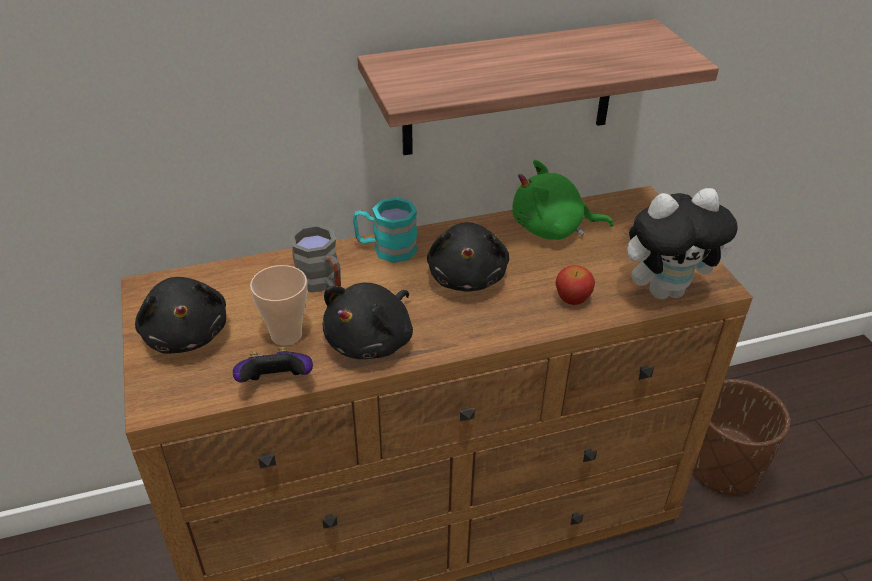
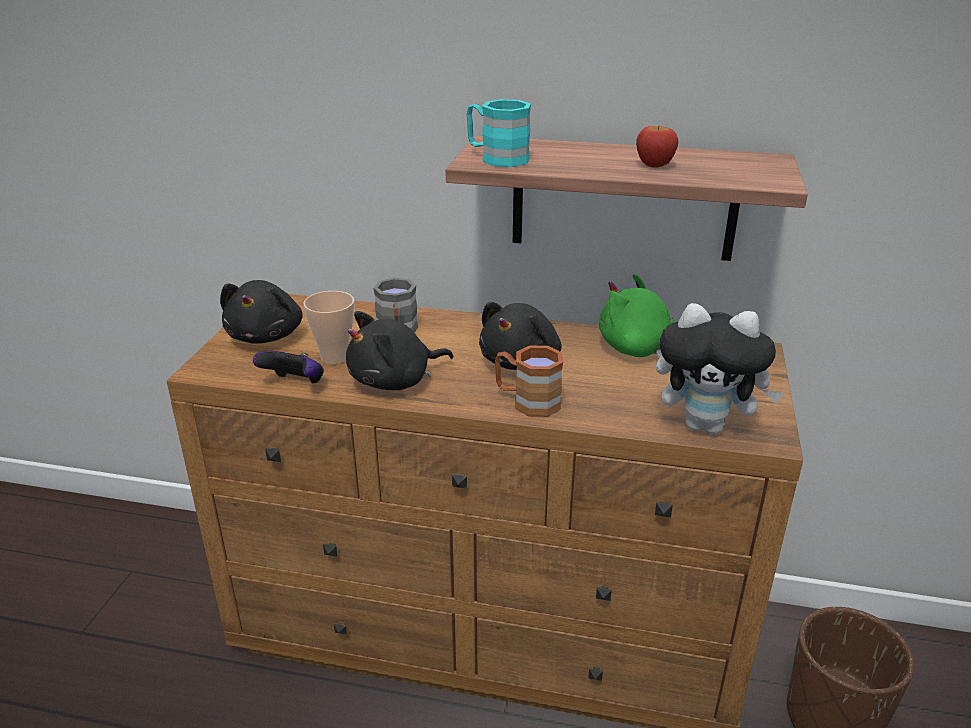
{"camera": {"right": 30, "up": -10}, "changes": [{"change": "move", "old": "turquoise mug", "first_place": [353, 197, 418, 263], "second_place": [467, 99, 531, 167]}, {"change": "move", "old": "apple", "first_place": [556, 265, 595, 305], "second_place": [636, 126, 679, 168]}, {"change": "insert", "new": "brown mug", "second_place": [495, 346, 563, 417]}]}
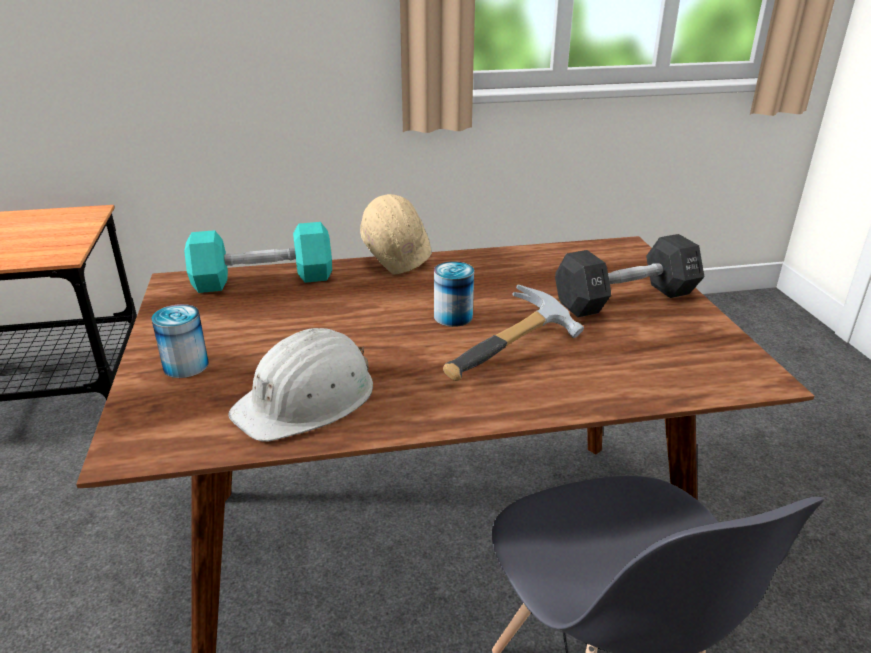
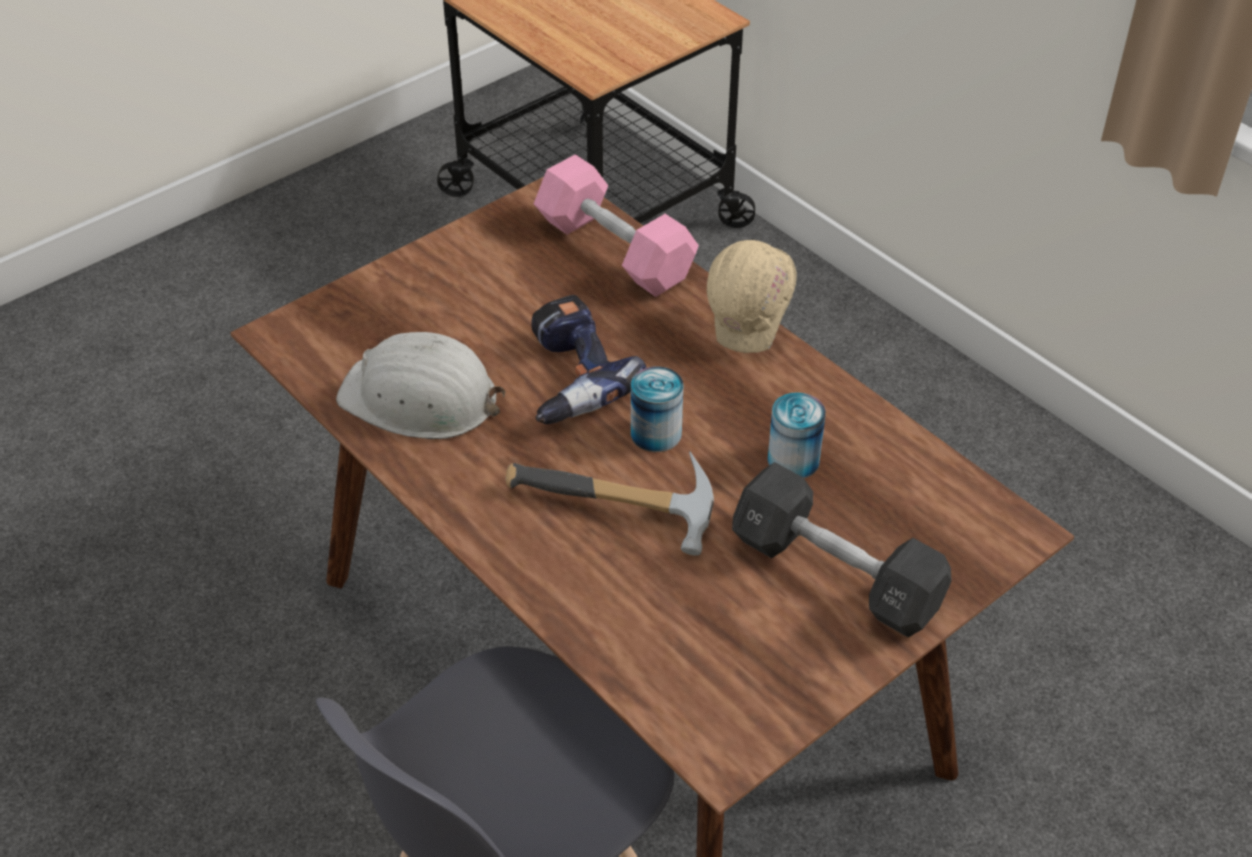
{"camera": {"right": 60, "up": 15}, "changes": [{"change": "recolor", "old": "turquoise dumbbell", "new": "pink dumbbell", "first_place": [184, 222, 332, 293], "second_place": [534, 154, 699, 297]}, {"change": "move", "old": "can", "first_place": [151, 304, 209, 378], "second_place": [768, 392, 826, 478]}, {"change": "insert", "new": "power drill", "second_place": [531, 295, 646, 424]}]}
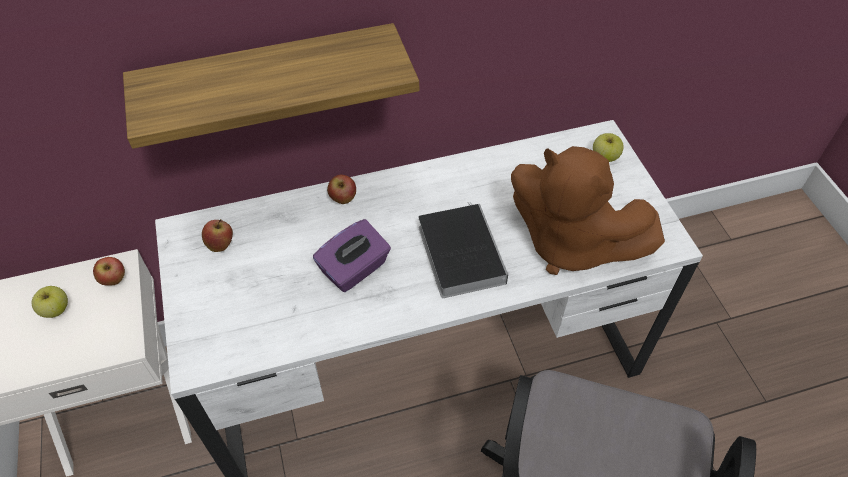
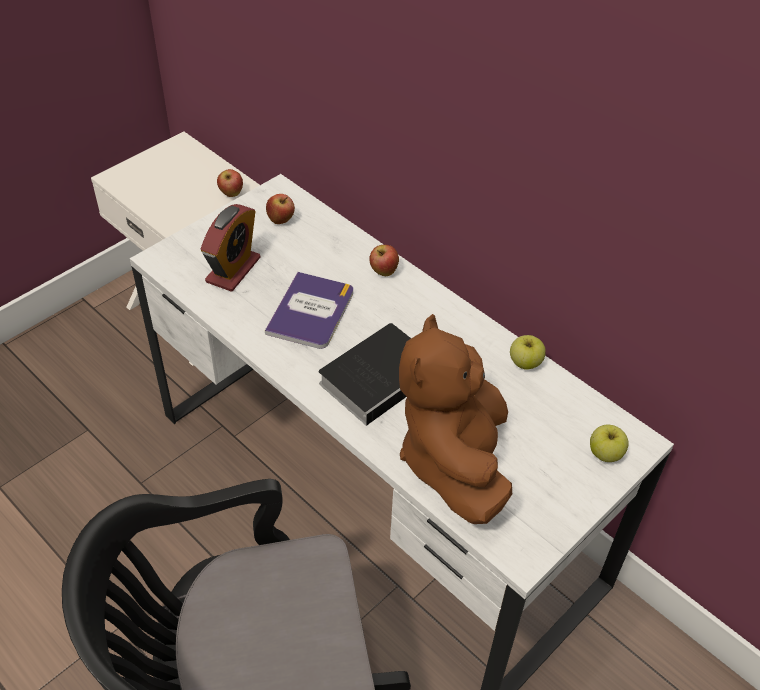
{"camera": {"right": 60, "up": -5}, "changes": [{"change": "delete", "old": "shelf", "first_place": [123, 23, 419, 149]}, {"change": "replace", "old": "purple tissue box", "new": "book", "first_place": [313, 219, 391, 292], "second_place": [265, 272, 353, 349]}, {"change": "move", "old": "apple", "first_place": [32, 286, 68, 318], "second_place": [510, 335, 546, 370]}, {"change": "insert", "new": "alarm clock", "second_place": [201, 204, 261, 292]}]}
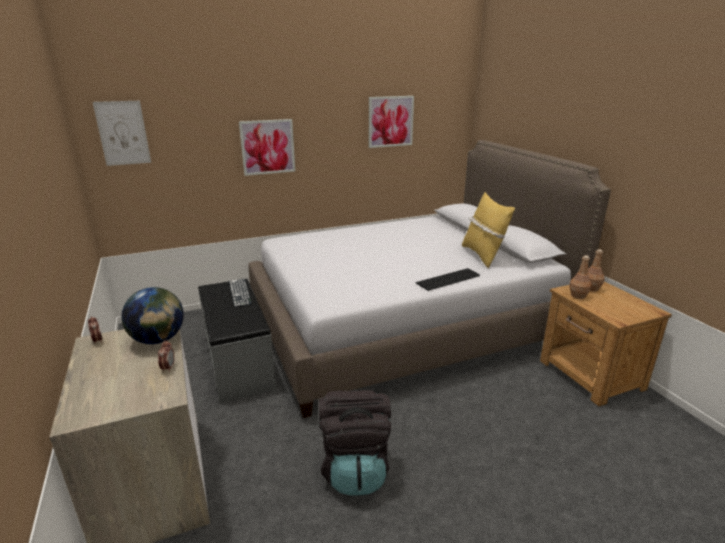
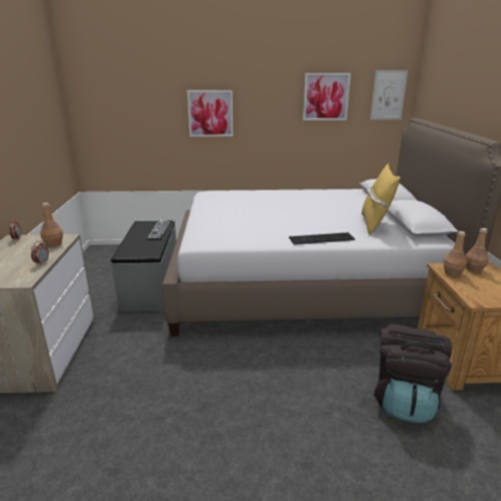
{"camera": {"right": 20, "up": 0}, "changes": [{"change": "move", "old": "picture", "first_place": [93, 101, 151, 166], "second_place": [370, 70, 408, 120]}, {"change": "replace", "old": "globe", "new": "brown bottle", "first_place": [122, 287, 184, 344], "second_place": [40, 203, 63, 247]}, {"change": "move", "old": "black backpack", "first_place": [318, 390, 391, 496], "second_place": [374, 324, 452, 423]}]}
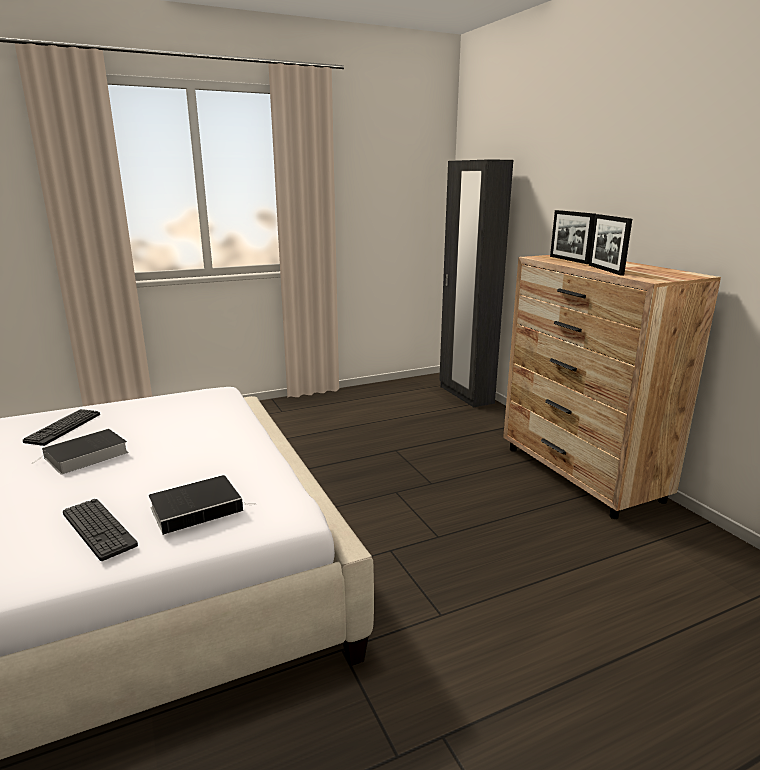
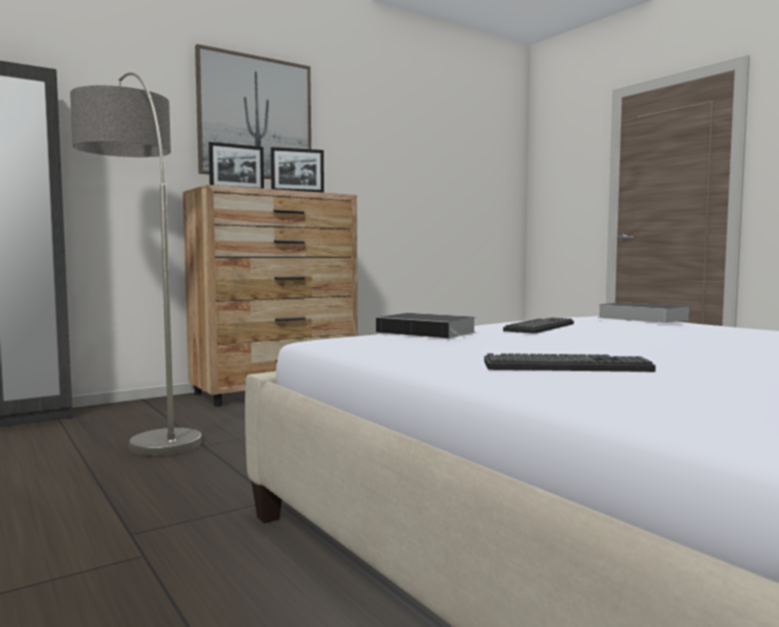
{"camera": {"right": -100, "up": -15}, "changes": [{"change": "move", "old": "book", "first_place": [33, 429, 128, 474], "second_place": [376, 313, 476, 339]}, {"change": "move", "old": "keyboard", "first_place": [63, 499, 138, 561], "second_place": [503, 317, 574, 334]}, {"change": "insert", "new": "picture", "second_place": [195, 44, 311, 179]}, {"change": "insert", "new": "floor lamp", "second_place": [70, 72, 202, 456]}]}
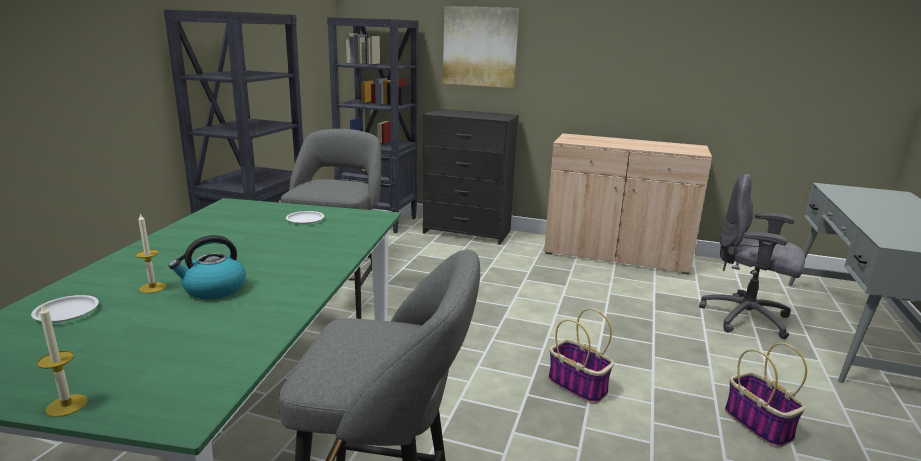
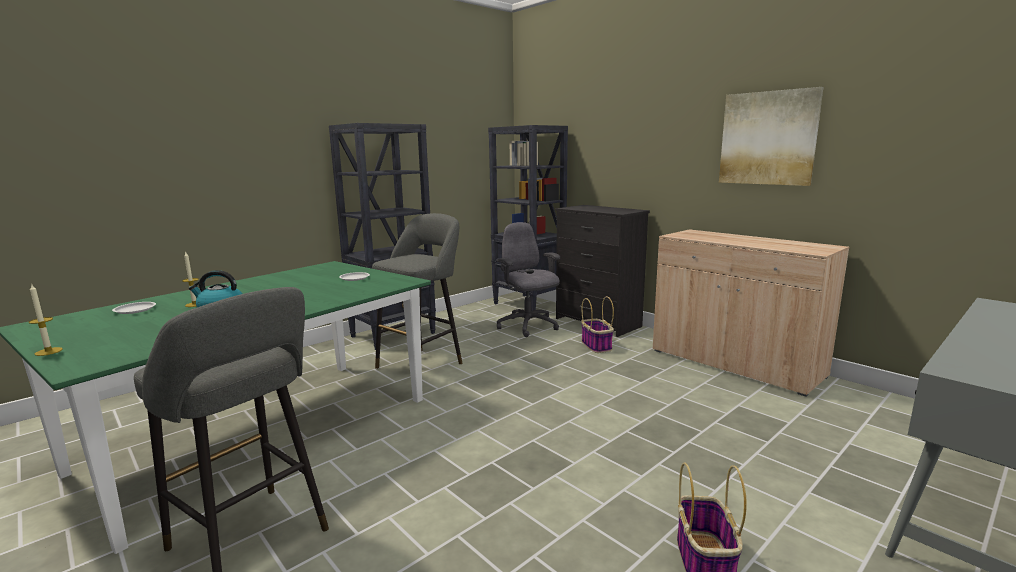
{"camera": {"right": 30, "up": -5}, "changes": [{"change": "move", "old": "picture", "first_place": [443, 6, 519, 88], "second_place": [719, 87, 823, 186]}, {"change": "move", "old": "grey office chair", "first_place": [699, 174, 805, 339], "second_place": [497, 222, 560, 337]}, {"change": "move", "old": "basket", "first_place": [548, 308, 614, 404], "second_place": [581, 296, 614, 353]}]}
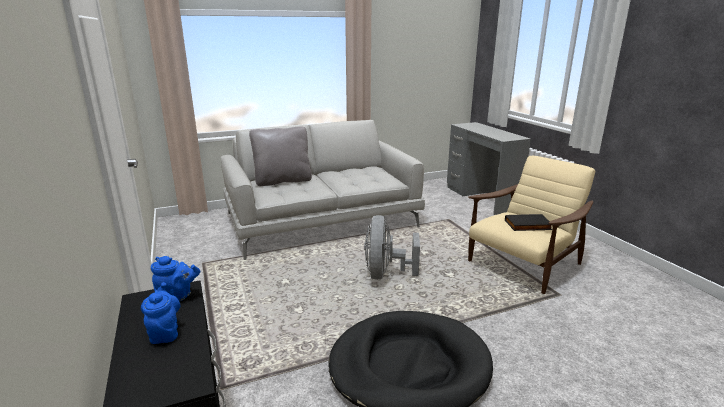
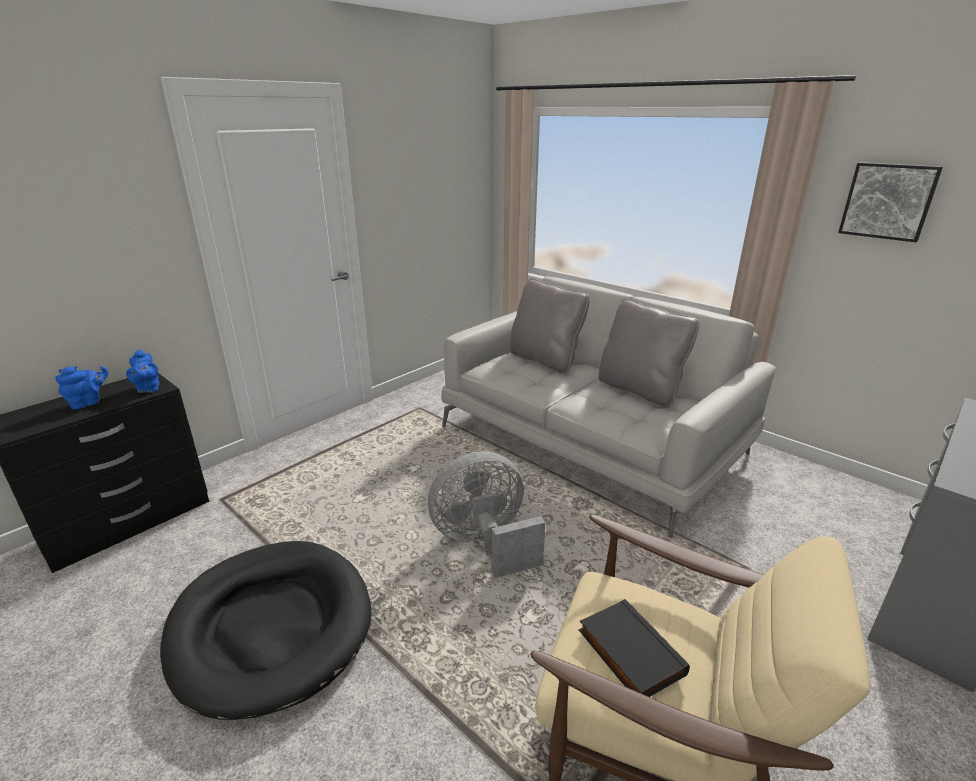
{"camera": {"right": 65, "up": 5}, "changes": [{"change": "insert", "new": "picture", "second_place": [838, 162, 943, 242]}, {"change": "insert", "new": "grey pillow", "second_place": [598, 299, 700, 408]}]}
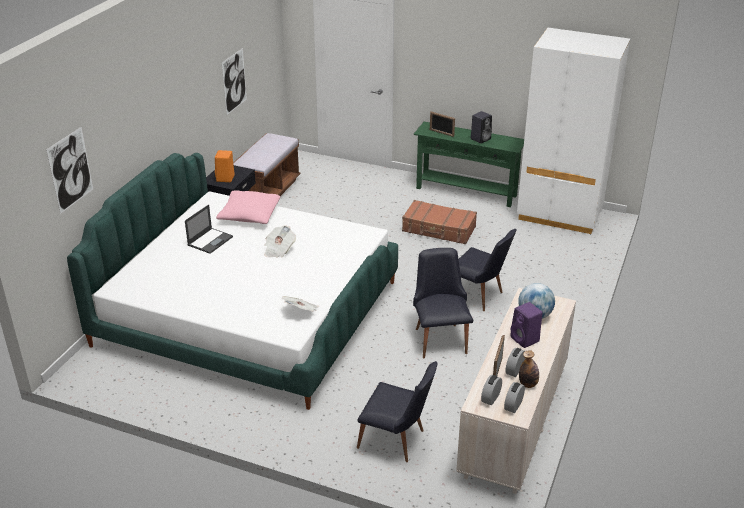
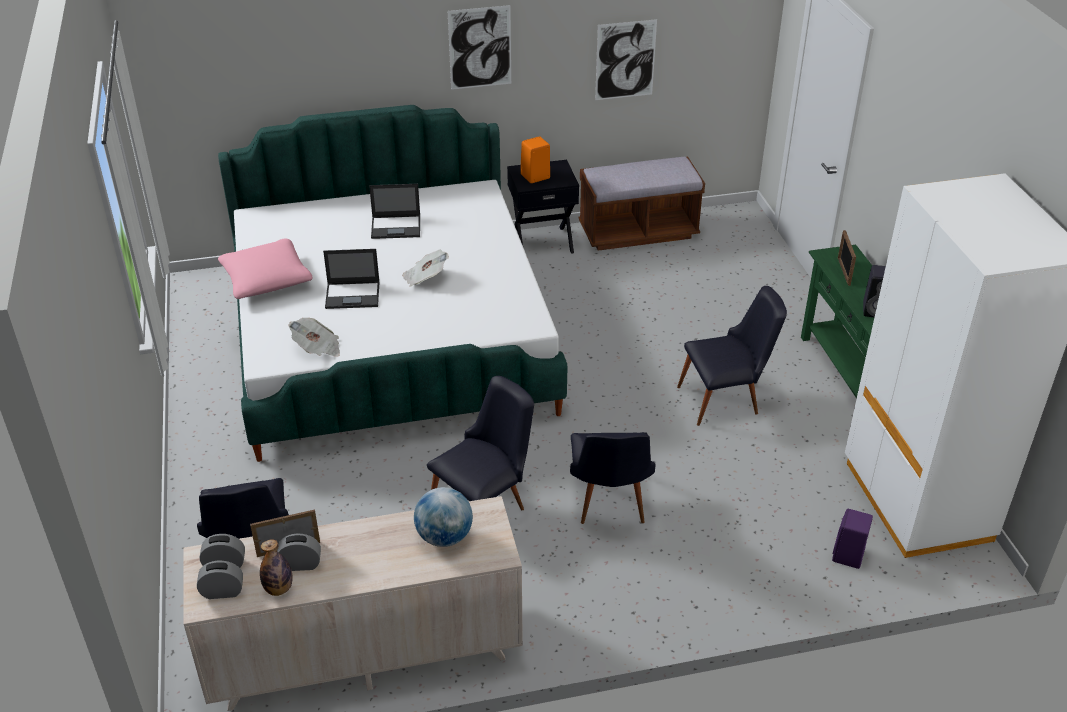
{"camera": {"right": 55, "up": 5}, "changes": [{"change": "move", "old": "picture", "first_place": [46, 127, 93, 214], "second_place": [448, 5, 511, 90]}, {"change": "move", "old": "pink pillow", "first_place": [216, 190, 280, 224], "second_place": [218, 239, 312, 299]}, {"change": "replace", "old": "brown suitcase", "new": "black chair", "first_place": [402, 200, 477, 244], "second_place": [677, 286, 787, 426]}, {"change": "move", "old": "purple speaker", "first_place": [510, 302, 543, 348], "second_place": [832, 509, 873, 569]}, {"change": "insert", "new": "laptop", "second_place": [323, 249, 379, 309]}]}
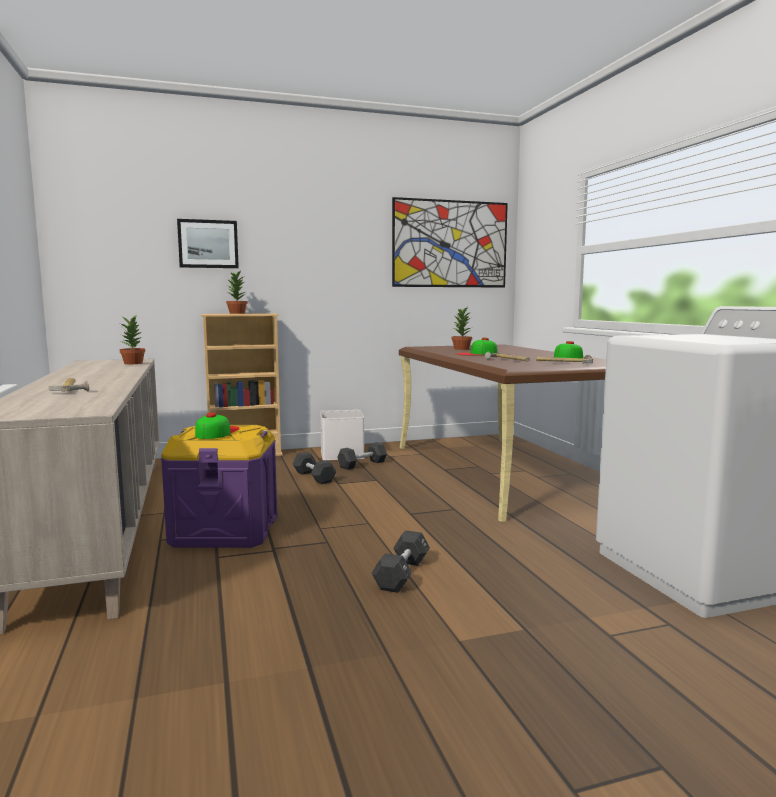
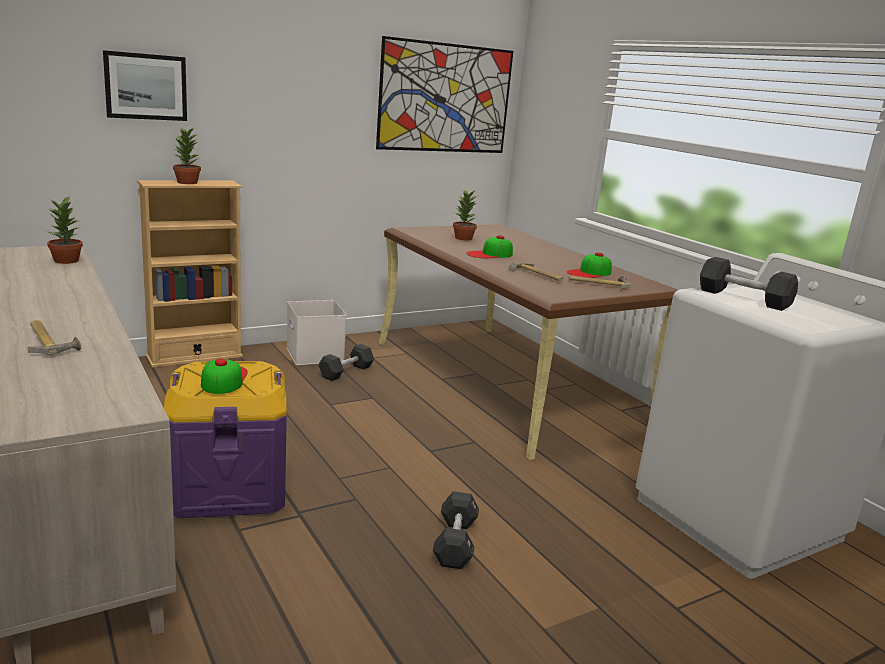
{"camera": {"right": -15, "up": 10}, "changes": [{"change": "move", "old": "black dumbbell", "first_place": [293, 452, 336, 484], "second_place": [700, 257, 798, 311]}]}
